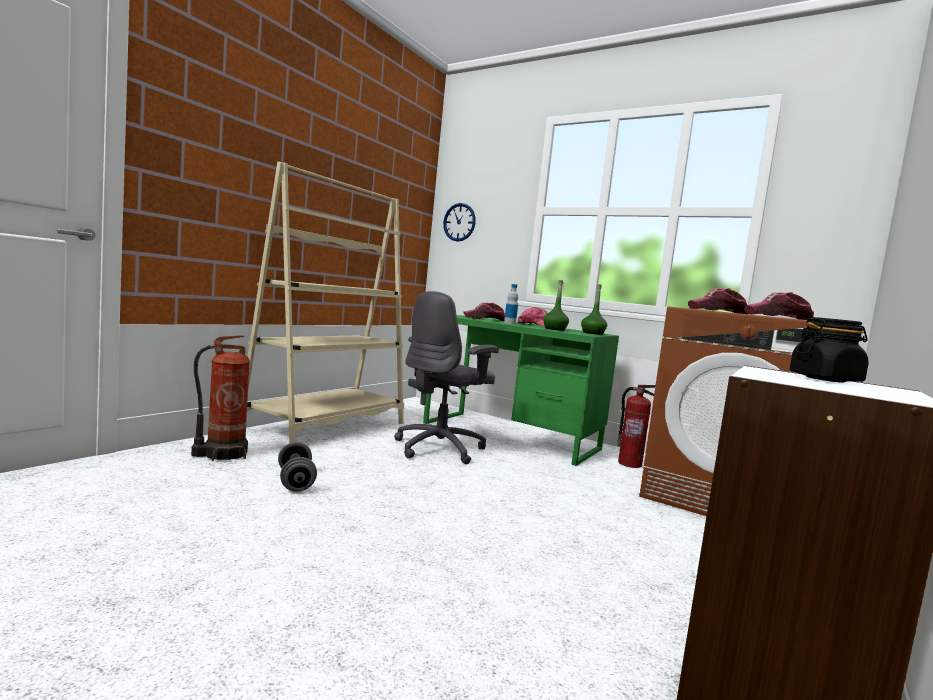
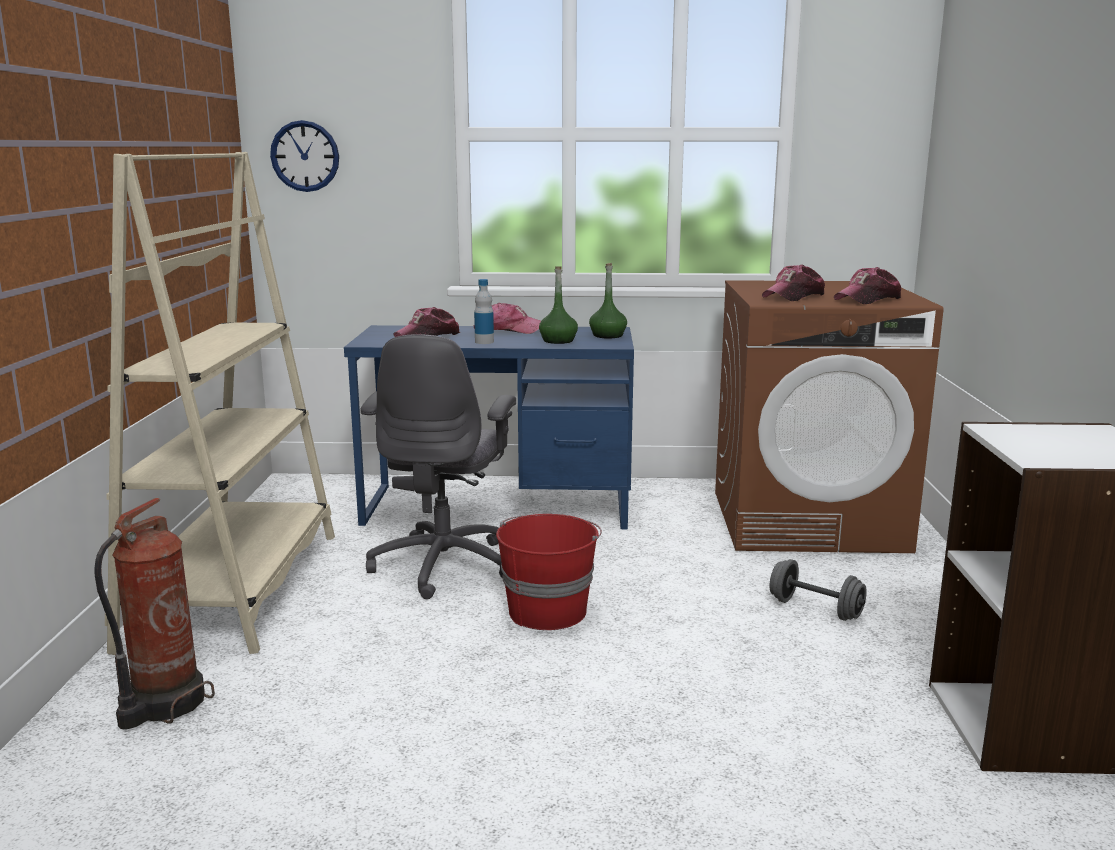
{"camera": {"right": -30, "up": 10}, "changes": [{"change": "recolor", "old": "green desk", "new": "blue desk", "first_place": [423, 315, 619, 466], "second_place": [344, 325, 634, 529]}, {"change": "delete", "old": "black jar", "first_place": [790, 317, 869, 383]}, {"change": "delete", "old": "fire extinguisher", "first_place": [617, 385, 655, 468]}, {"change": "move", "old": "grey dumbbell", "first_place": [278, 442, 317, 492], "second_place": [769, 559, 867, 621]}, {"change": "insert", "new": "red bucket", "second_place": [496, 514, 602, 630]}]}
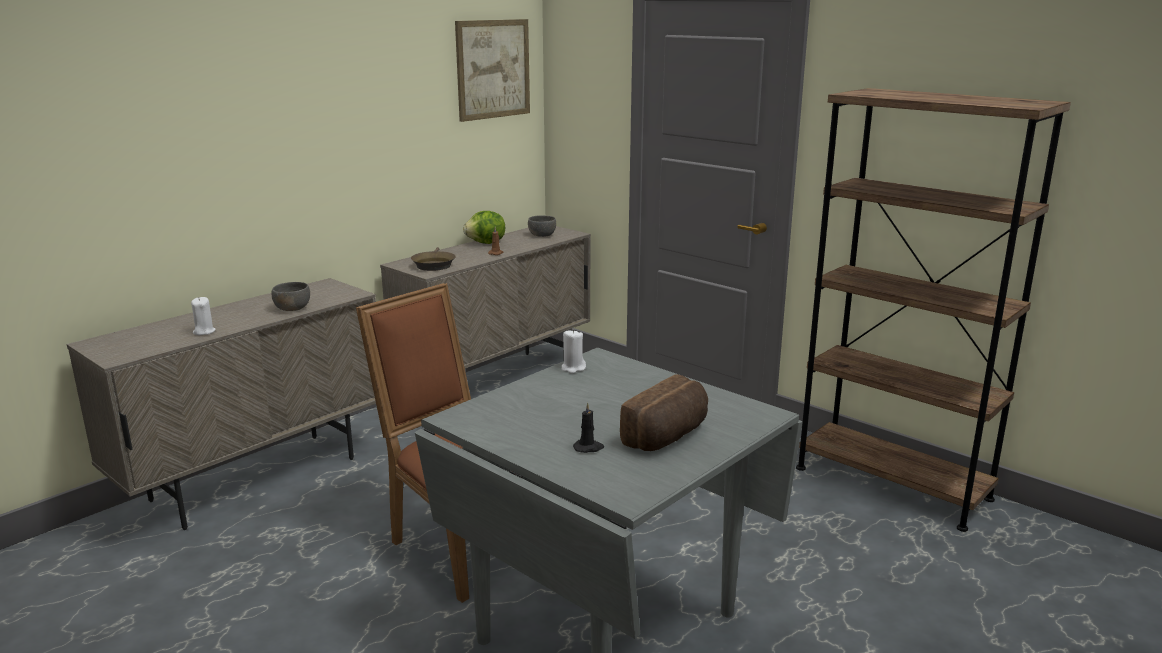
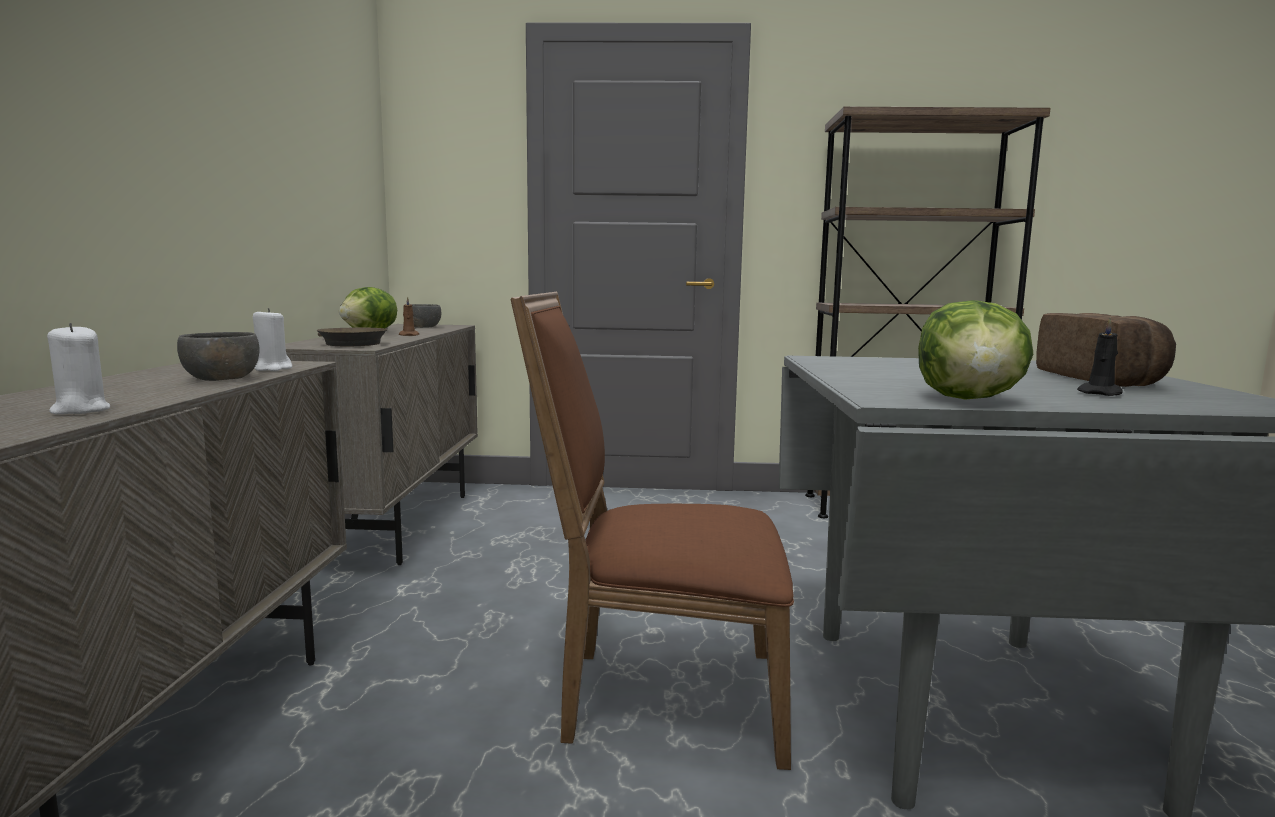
{"camera": {"right": -40, "up": -10}, "changes": [{"change": "delete", "old": "picture", "first_place": [455, 19, 530, 122]}, {"change": "move", "old": "white candle", "first_place": [562, 329, 586, 374], "second_place": [253, 308, 292, 371]}, {"change": "insert", "new": "lettuce", "second_place": [918, 300, 1033, 400]}]}
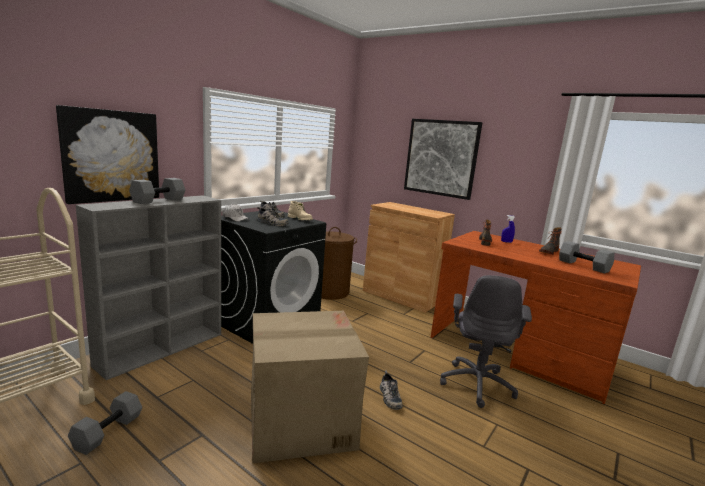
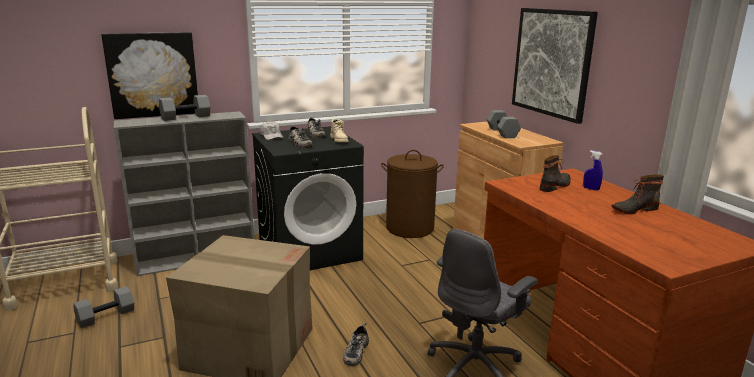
{"camera": {"right": 30, "up": 5}, "changes": [{"change": "move", "old": "grey dumbbell", "first_place": [559, 241, 614, 273], "second_place": [487, 110, 521, 138]}]}
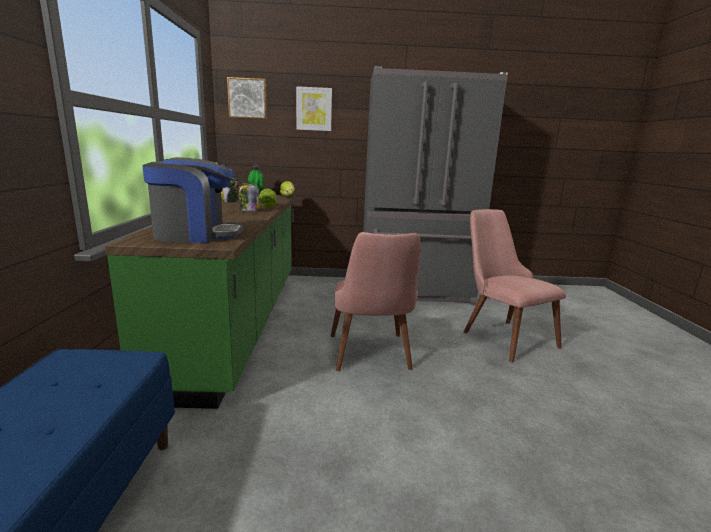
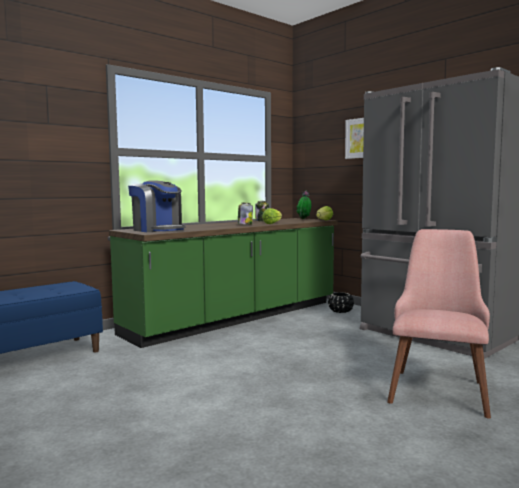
{"camera": {"right": 50, "up": -10}, "changes": [{"change": "delete", "old": "picture", "first_place": [227, 77, 267, 119]}, {"change": "delete", "old": "pink chair", "first_place": [331, 232, 421, 371]}, {"change": "insert", "new": "black planter", "second_place": [328, 292, 354, 313]}]}
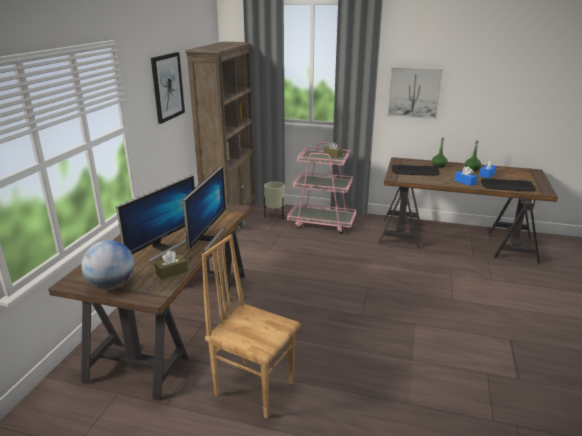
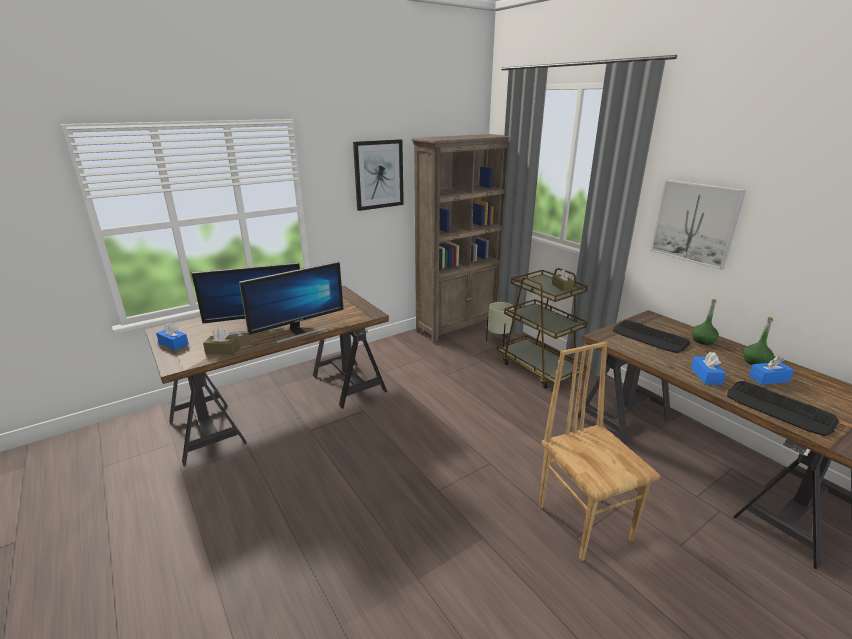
{"camera": {"right": 40, "up": 0}, "changes": [{"change": "recolor", "old": "pink cart", "new": "brown cart", "first_place": [287, 142, 356, 234], "second_place": [497, 268, 588, 389]}, {"change": "move", "old": "brown chair", "first_place": [202, 234, 300, 418], "second_place": [539, 342, 660, 561]}, {"change": "replace", "old": "globe", "new": "blue tissue box", "first_place": [82, 240, 135, 290], "second_place": [156, 322, 189, 351]}]}
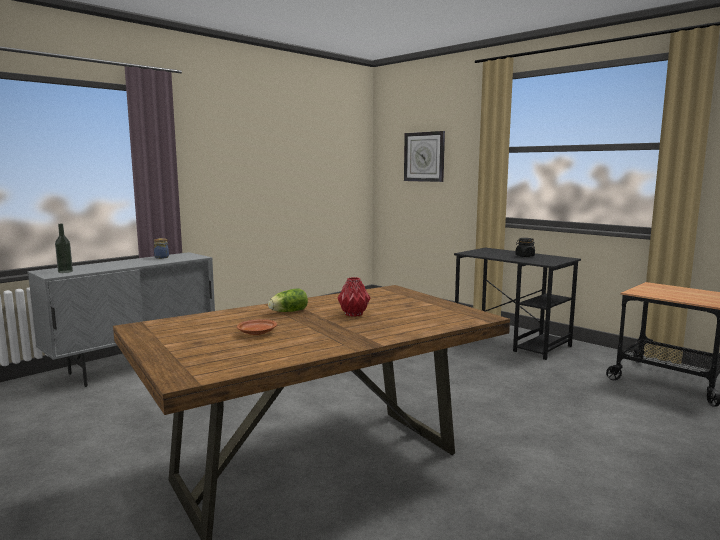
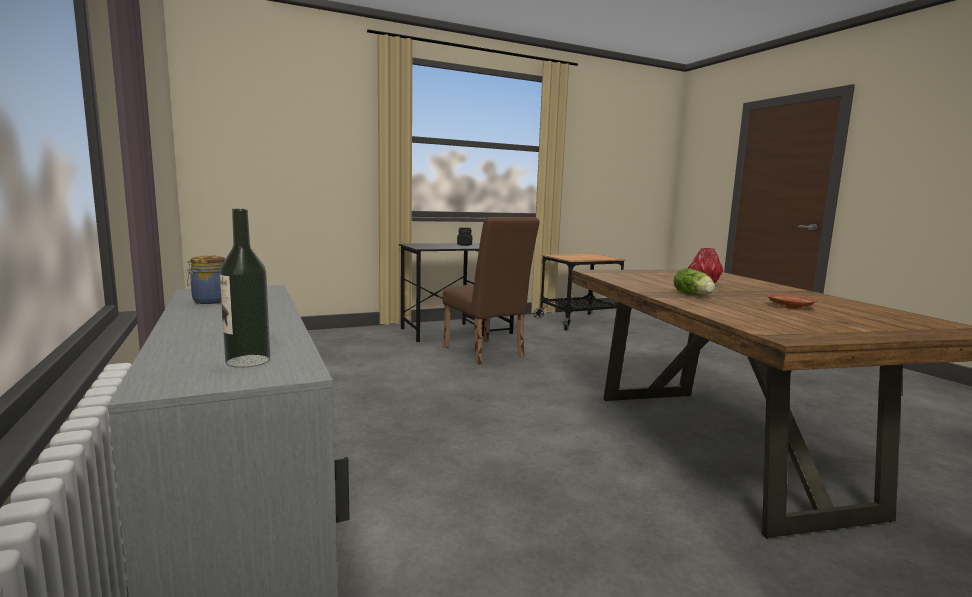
{"camera": {"right": -70, "up": 0}, "changes": [{"change": "delete", "old": "wall clock", "first_place": [404, 131, 445, 182]}, {"change": "insert", "new": "brown chair", "second_place": [443, 217, 540, 365]}]}
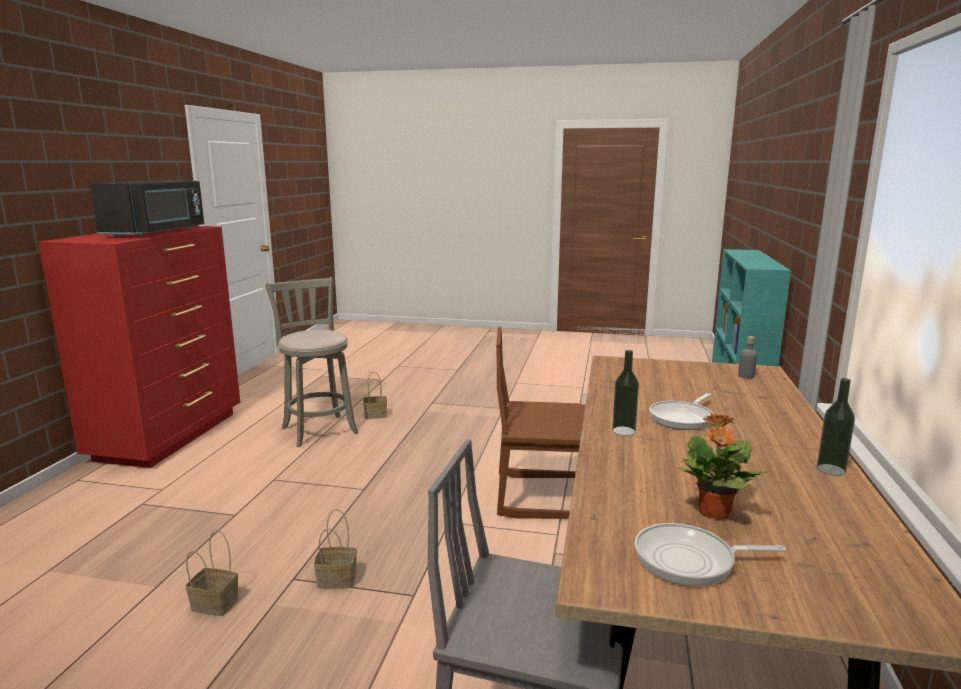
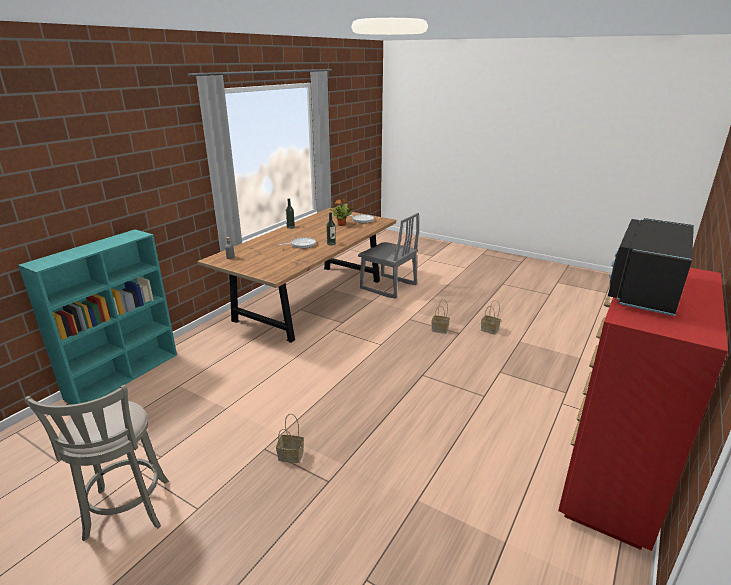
{"camera": {"right": -160, "up": 10}, "changes": [{"change": "move", "old": "grey stool", "first_place": [266, 277, 359, 447], "second_place": [24, 385, 169, 541]}, {"change": "delete", "old": "brown chair", "first_place": [496, 327, 585, 519]}, {"change": "move", "old": "basket", "first_place": [363, 372, 387, 419], "second_place": [276, 414, 304, 463]}]}
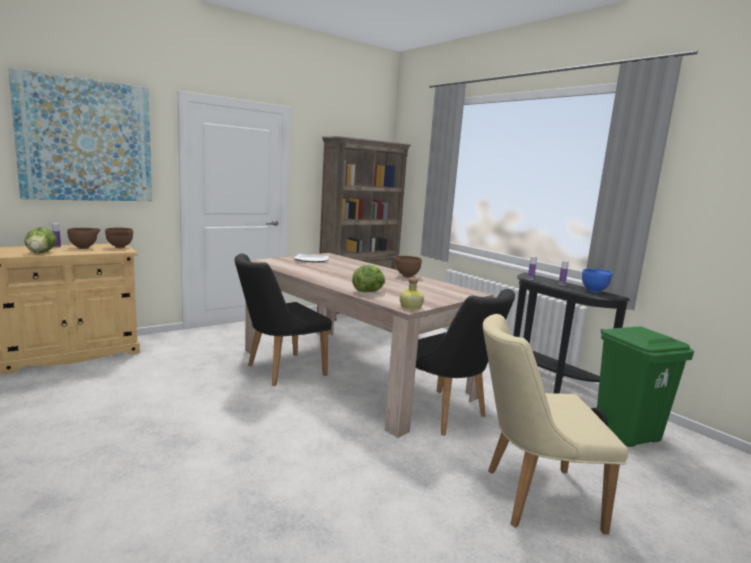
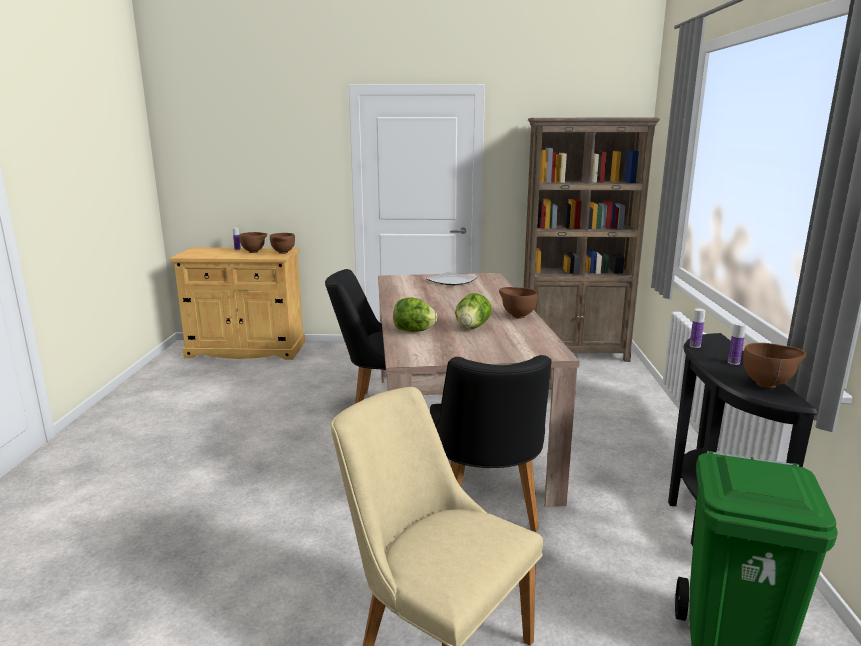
{"camera": {"right": 40, "up": 5}, "changes": [{"change": "delete", "old": "picture", "first_place": [8, 68, 152, 201]}, {"change": "move", "old": "lettuce", "first_place": [24, 227, 57, 254], "second_place": [455, 293, 492, 329]}, {"change": "recolor", "old": "blue bowl", "new": "brown bowl", "first_place": [582, 269, 612, 293], "second_place": [743, 343, 806, 388]}, {"change": "delete", "old": "bottle", "first_place": [400, 278, 424, 310]}]}
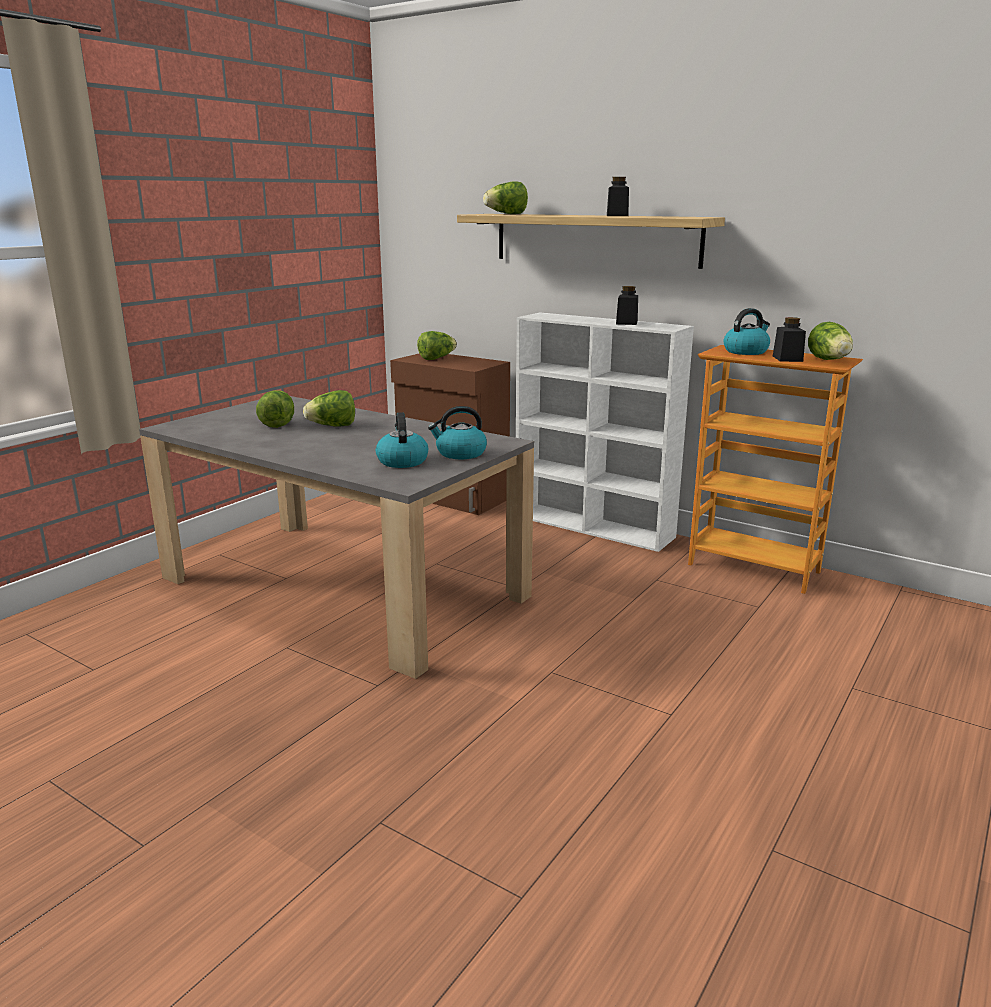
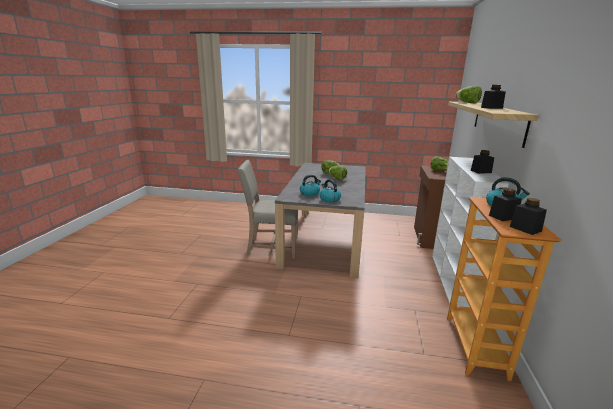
{"camera": {"right": 65, "up": 0}, "changes": [{"change": "replace", "old": "lettuce", "new": "black jar", "first_place": [808, 322, 853, 360], "second_place": [510, 198, 547, 235]}, {"change": "insert", "new": "beige chair", "second_place": [237, 160, 298, 258]}]}
